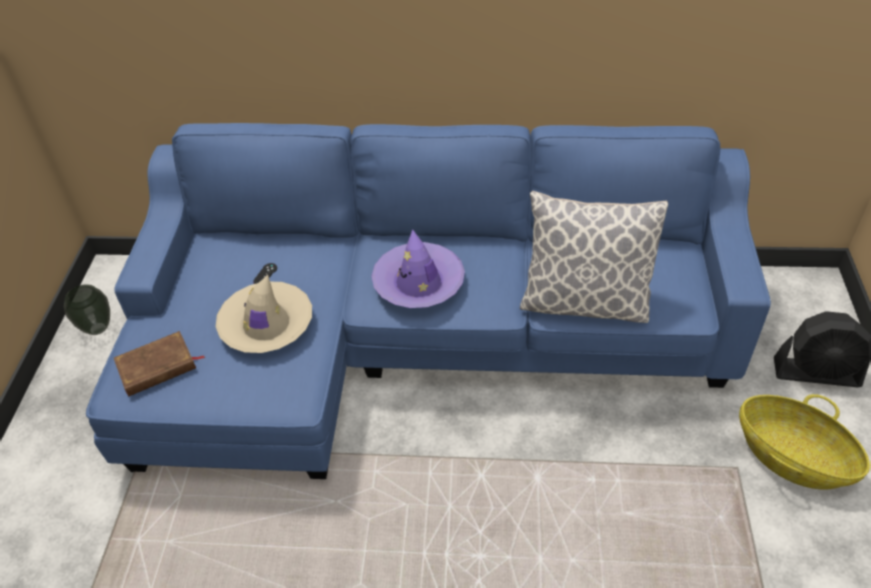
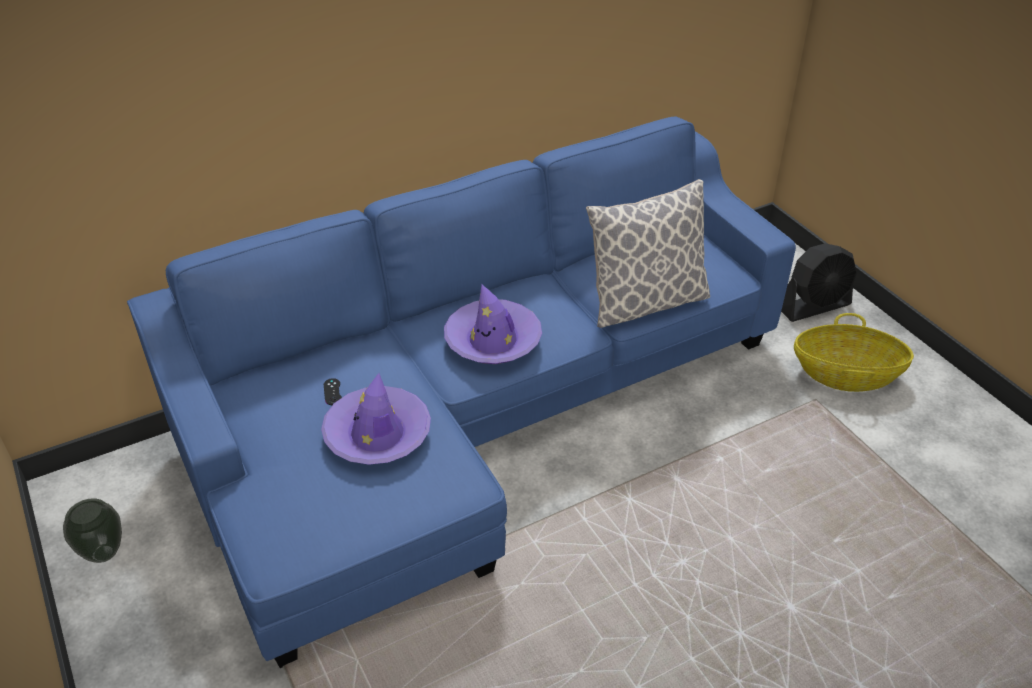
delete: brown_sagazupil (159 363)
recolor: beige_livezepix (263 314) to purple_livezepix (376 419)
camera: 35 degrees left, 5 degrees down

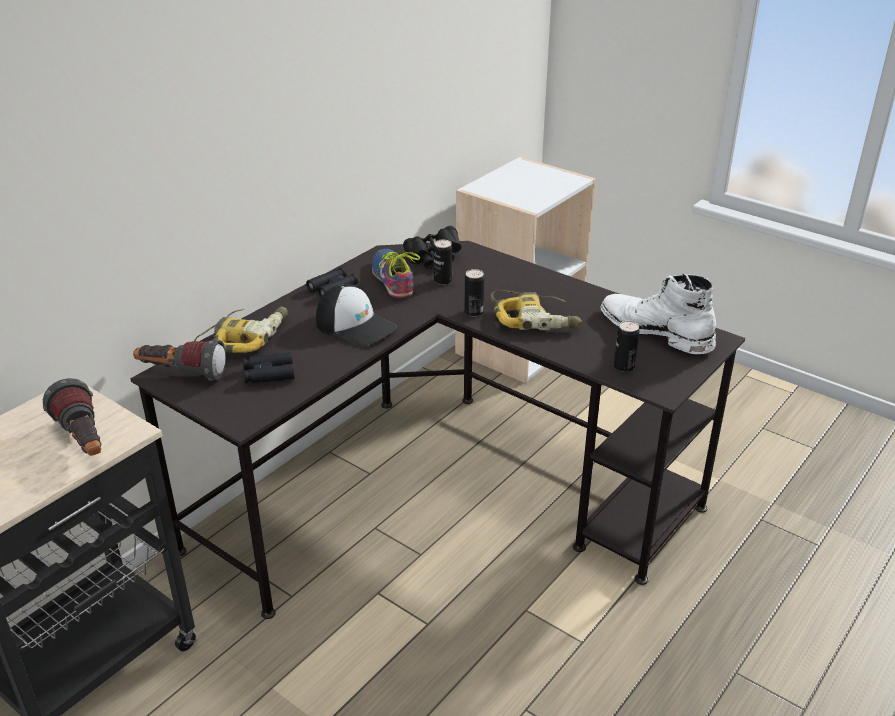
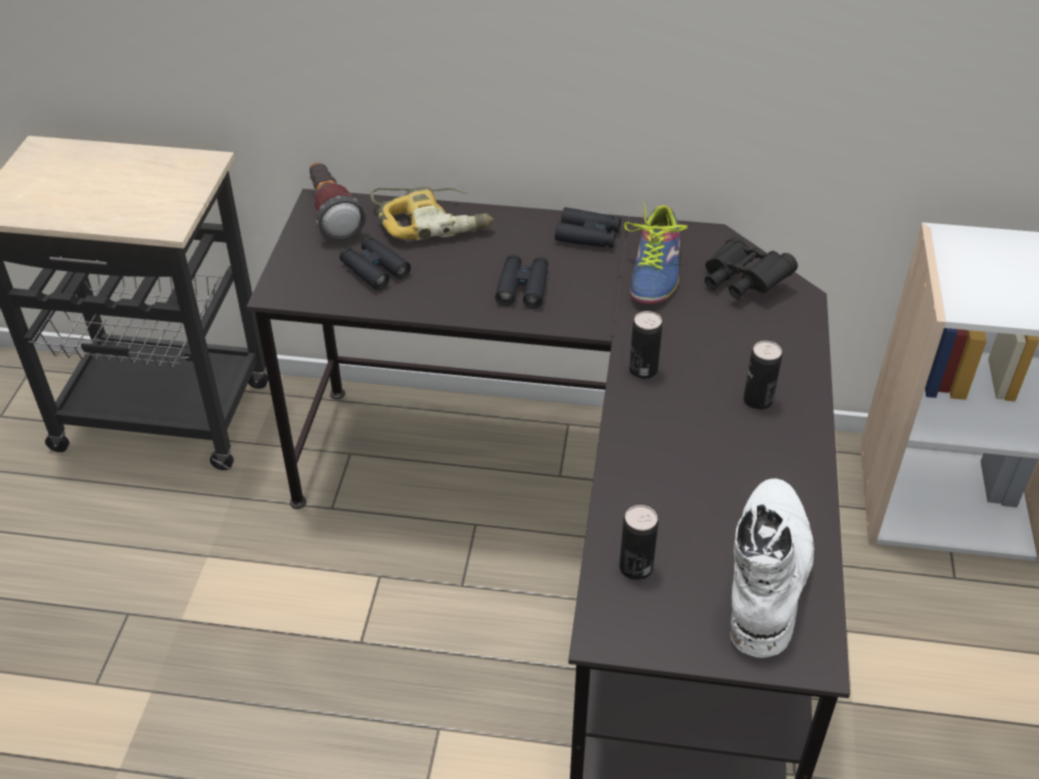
delete: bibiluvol (72 417); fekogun (536 310)
move: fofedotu (443 262) to (762 375)
replace: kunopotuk (356 315) to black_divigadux (521 281)
rotate: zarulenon (396 273) = (656 252) 150 degrees clockwise
camera: 60 degrees right, 10 degrees up

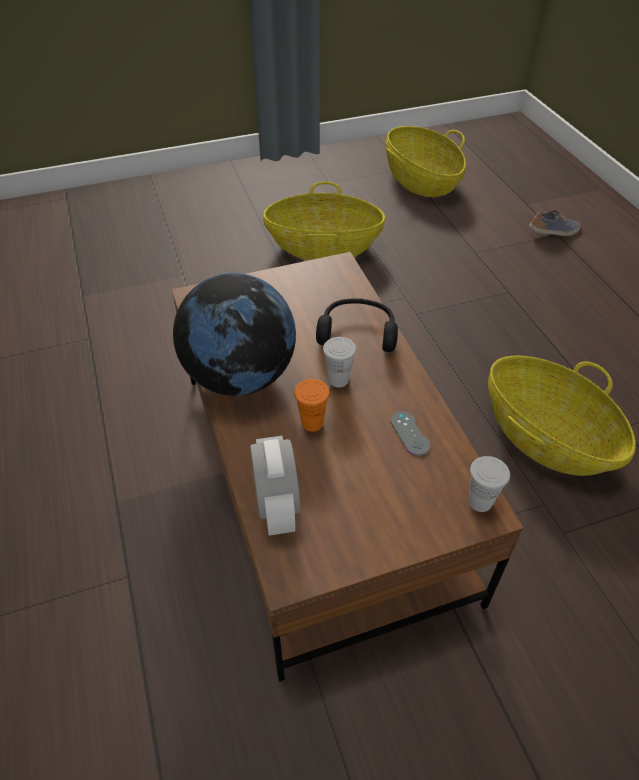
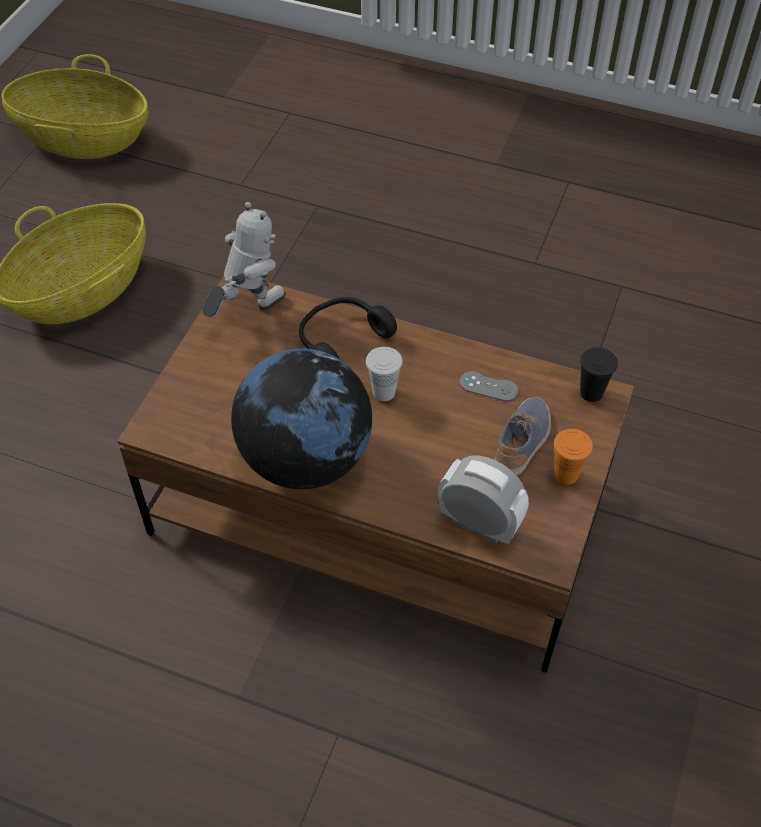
delete: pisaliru (562 416)
insert: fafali (244 259)
move: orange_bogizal (312 405) to (573 457); zarulenon (555 223) to (522 436)
recolor: white_bogizal (489 484) to black_bogizal (599 374)
camera: 50 degrees left, 5 degrees up

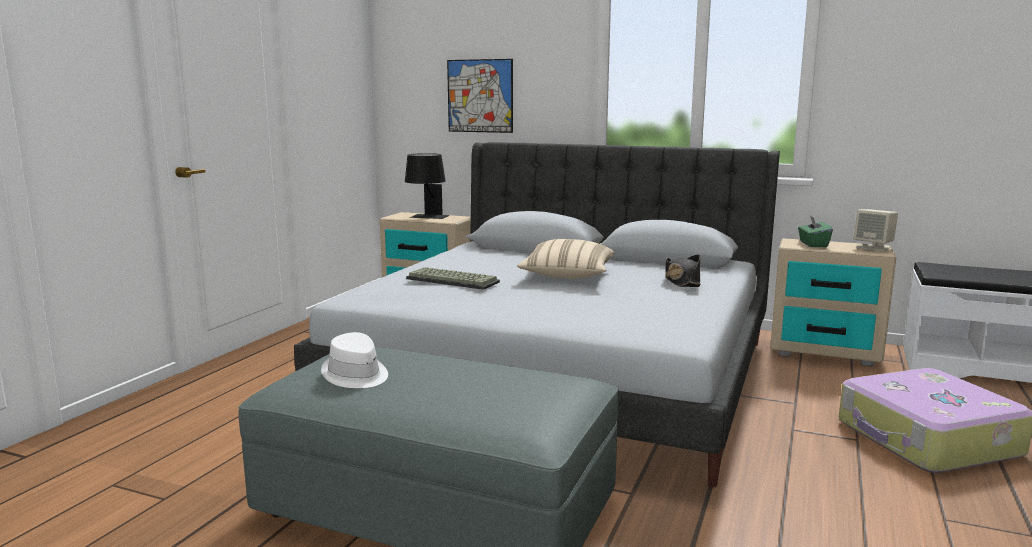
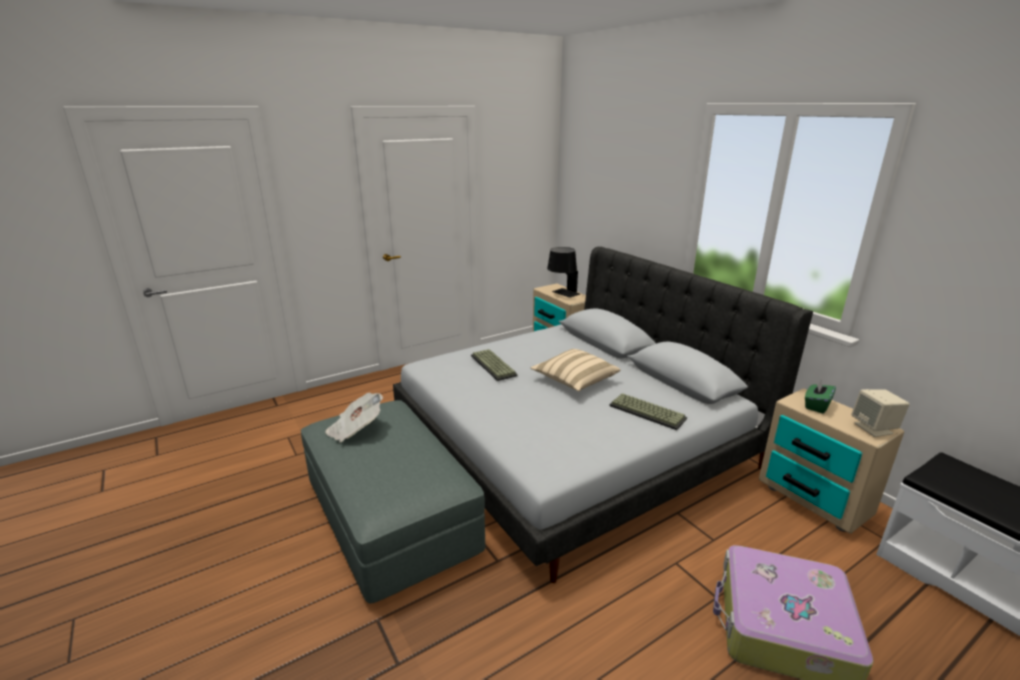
delete: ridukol (480 96)
replace: white_livezepix (354 360) to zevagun (354 418); black_livezepix (683 270) to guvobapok (648 411)
camera: 35 degrees right, 10 degrees up

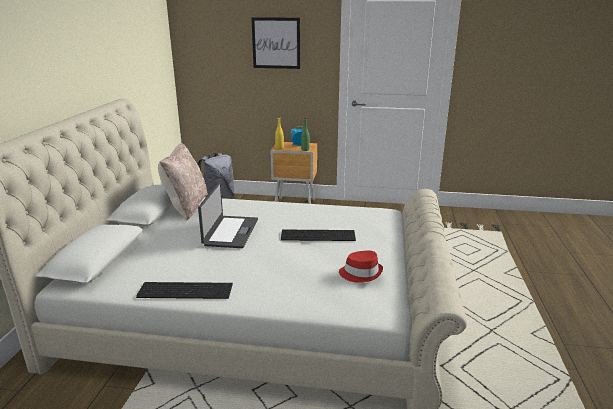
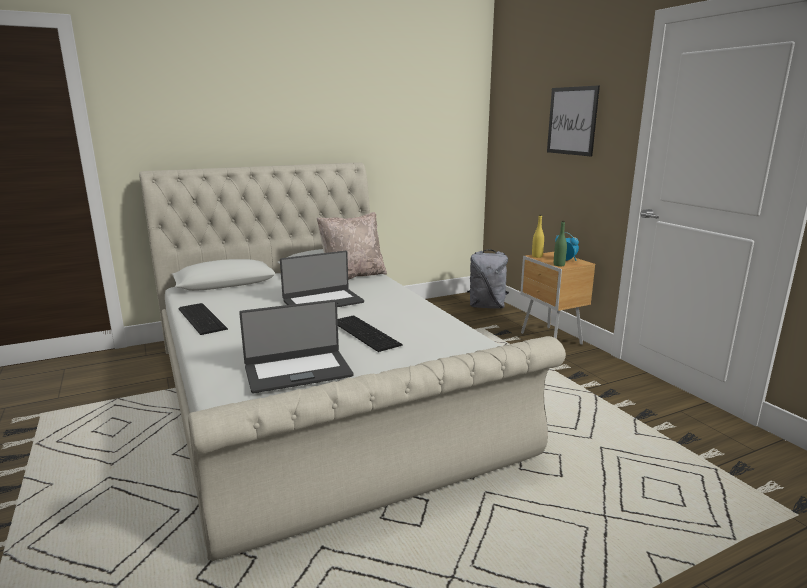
replace: red_livezepix (361 267) to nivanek (296 346)
camera: 55 degrees right, 5 degrees down

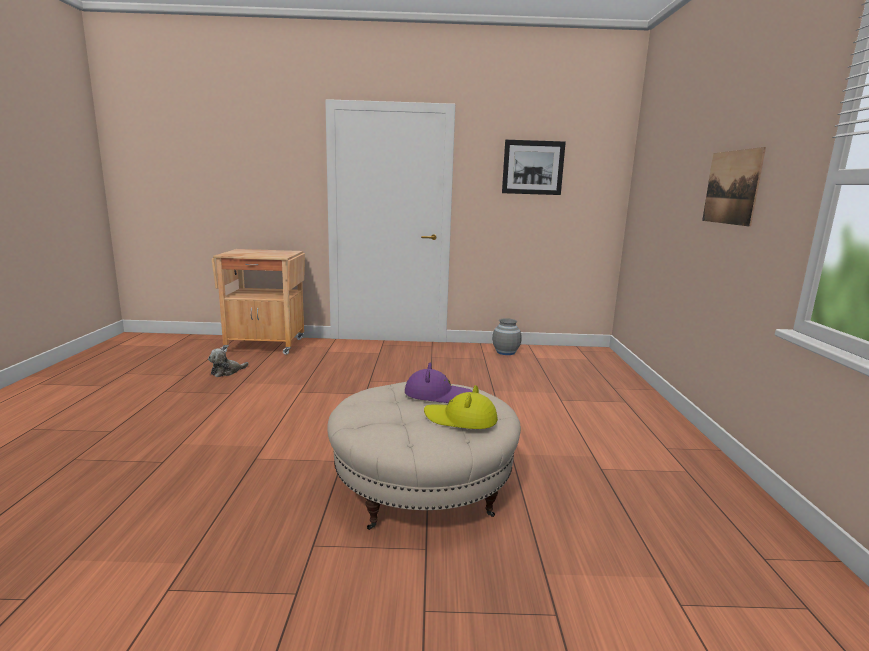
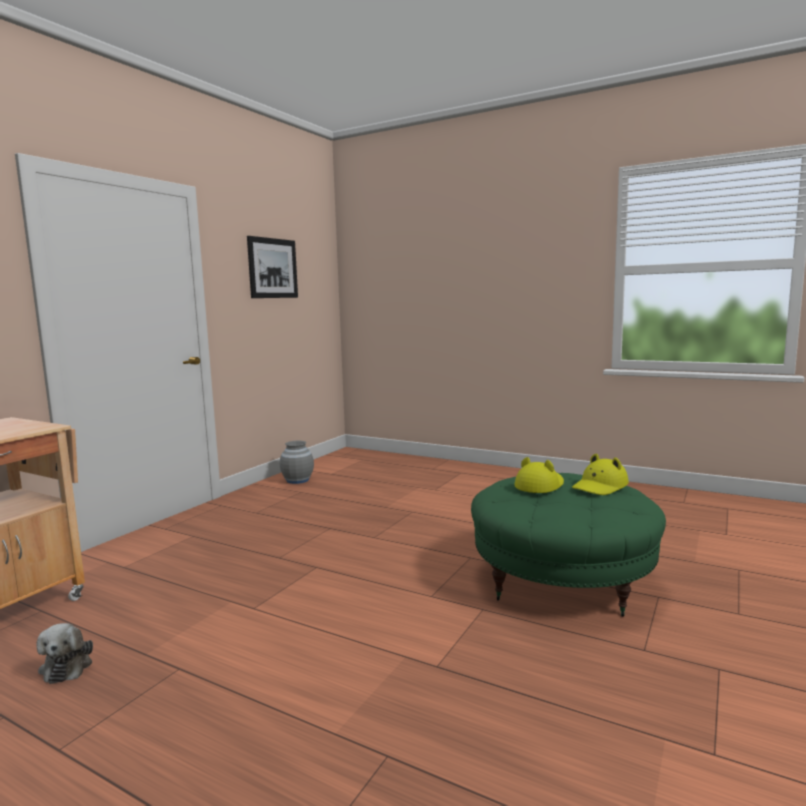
delete: ridukol (734 187)
recolor: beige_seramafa (424 456) to green_seramafa (568 545); purple_livezepix (438 383) to yellow_livezepix (539 475)
camera: 60 degrees left, 5 degrees down

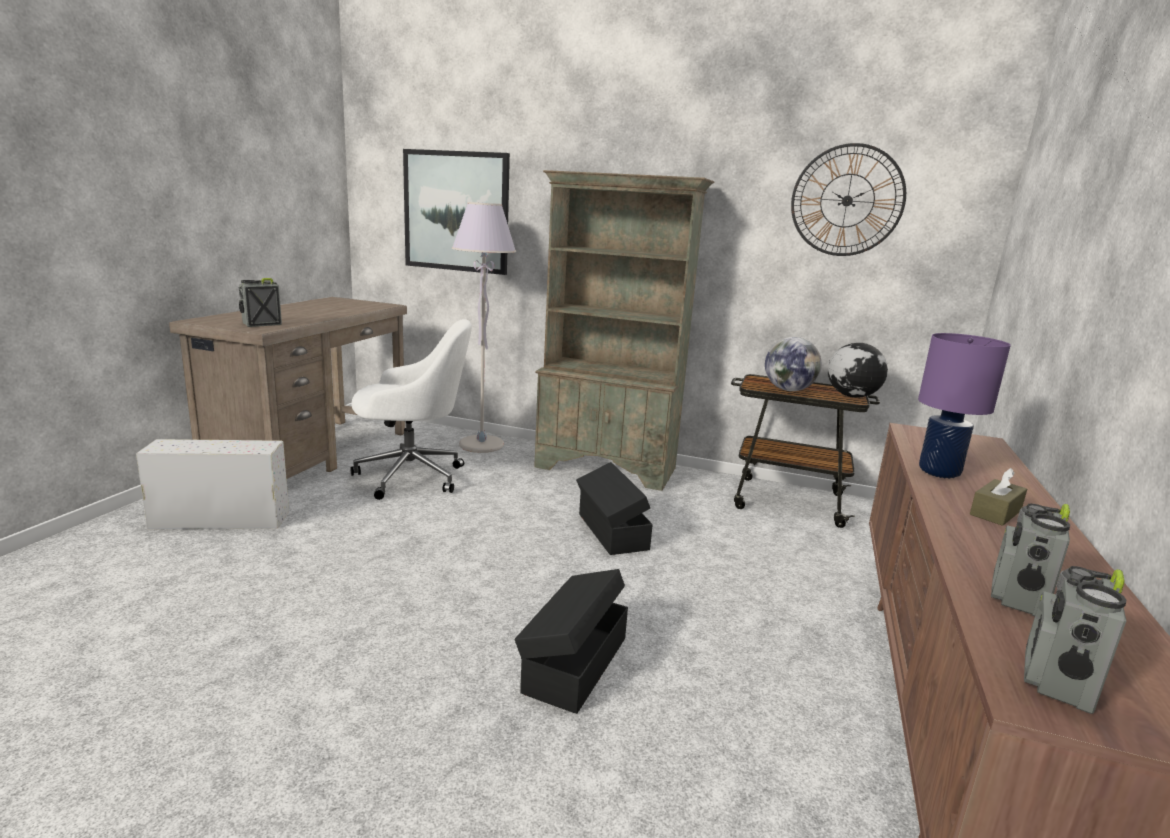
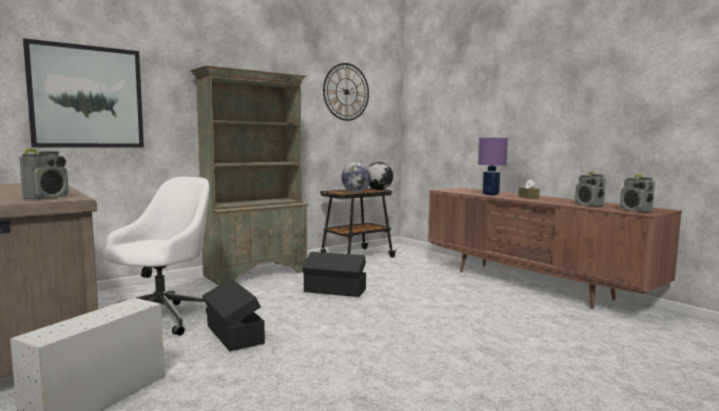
delete: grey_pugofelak (484 327)
move: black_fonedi (571 641) to (233 314)
rotate: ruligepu (260 302) = (44 174) 150 degrees counterclockwise
camera: 55 degrees left, 10 degrees down

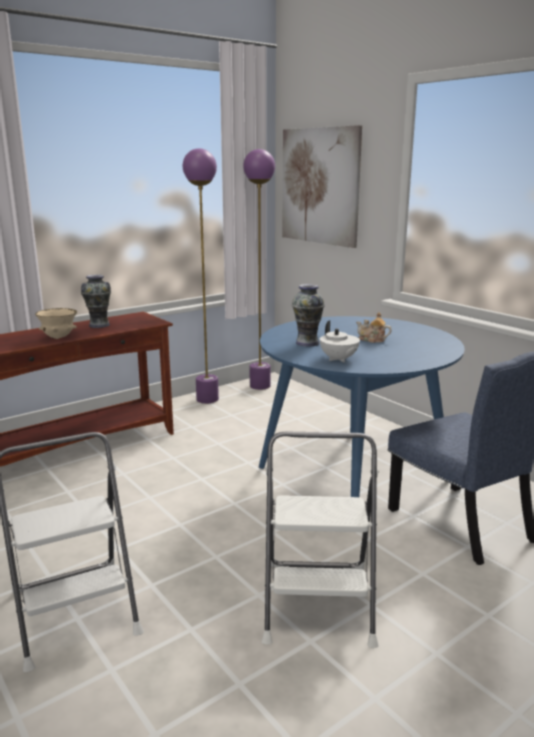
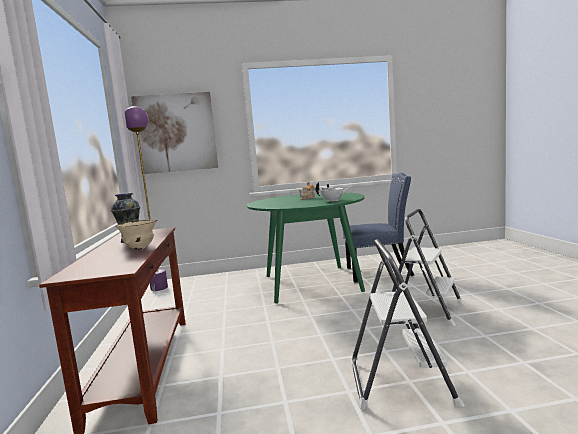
delete: purple_pugofelak (201 276); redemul (308 315)
recolor: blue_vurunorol (362 406) to green_vurunorol (306 248)
camera: 60 degrees left, 10 degrees down

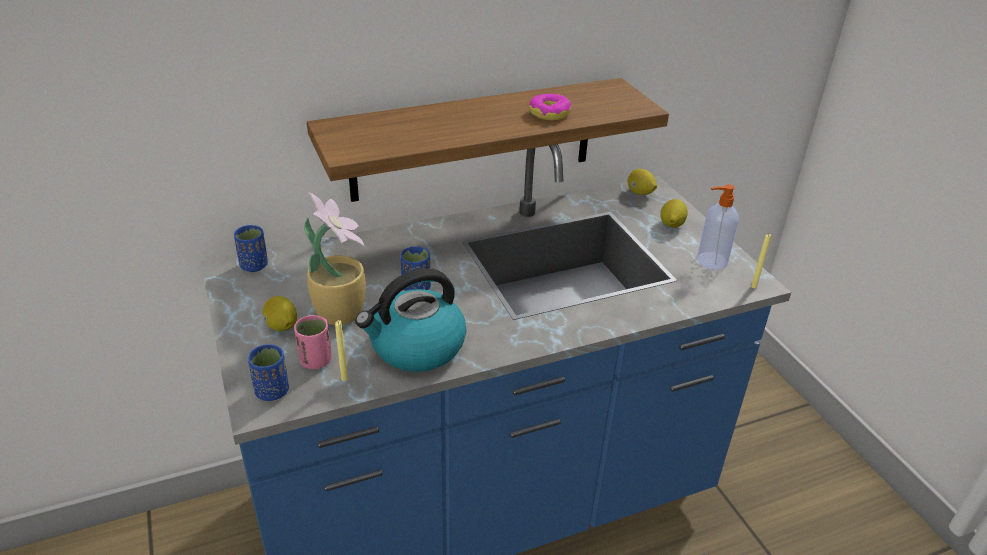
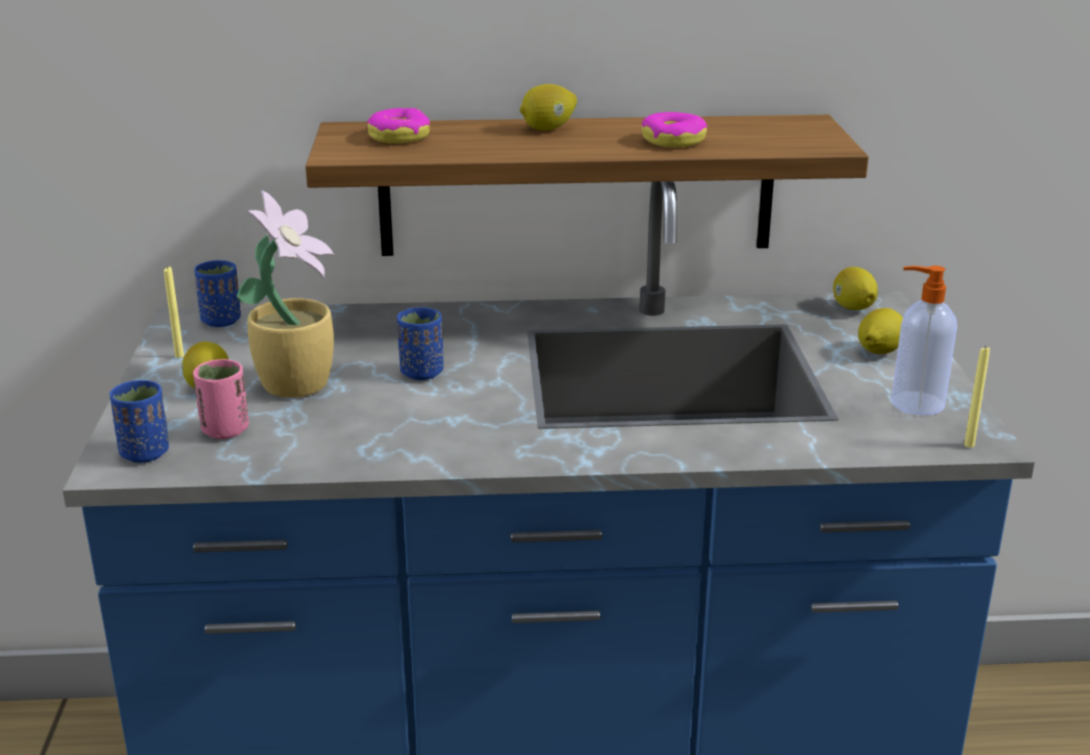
delete: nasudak (410 320)
insert: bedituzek (398 125); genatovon (548 107)
move: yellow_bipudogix (341 350) to (174 312)
camera: 20 degrees right, 10 degrees down

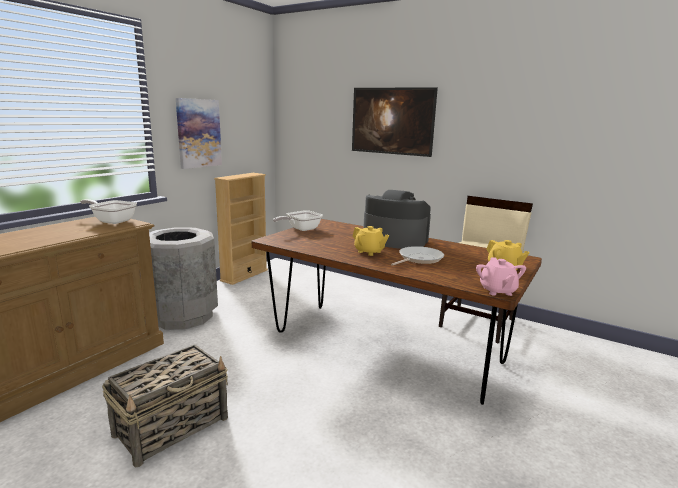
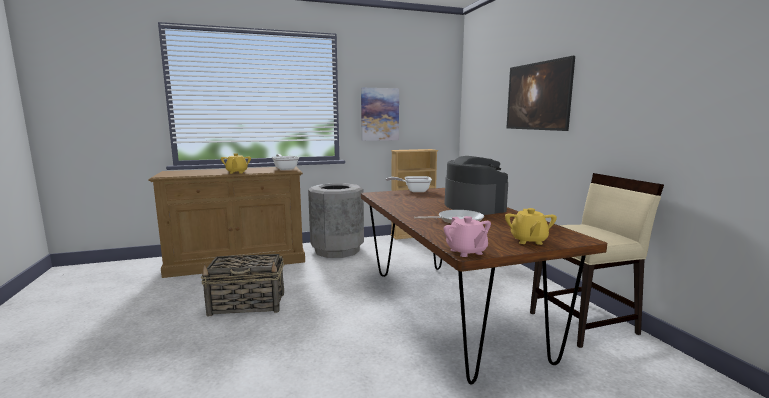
move: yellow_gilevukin (371 241) to (236 163)
rotate: pink_gilevukin (501 276) = (467 236) 60 degrees counterclockwise
camera: 40 degrees right, 5 degrees down

